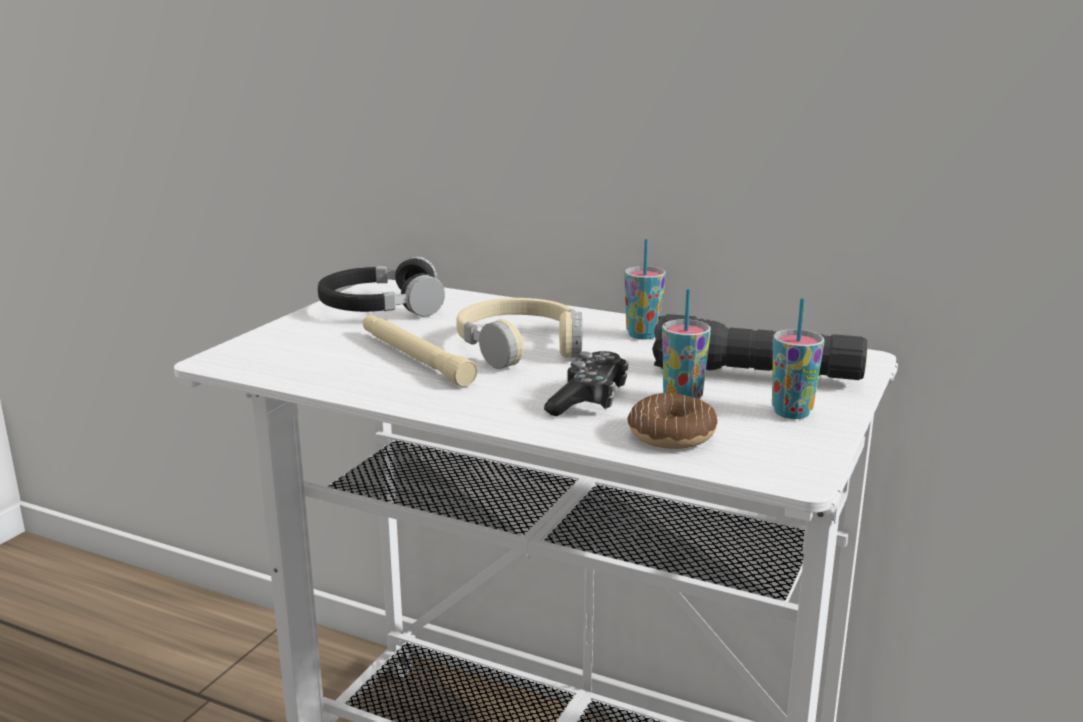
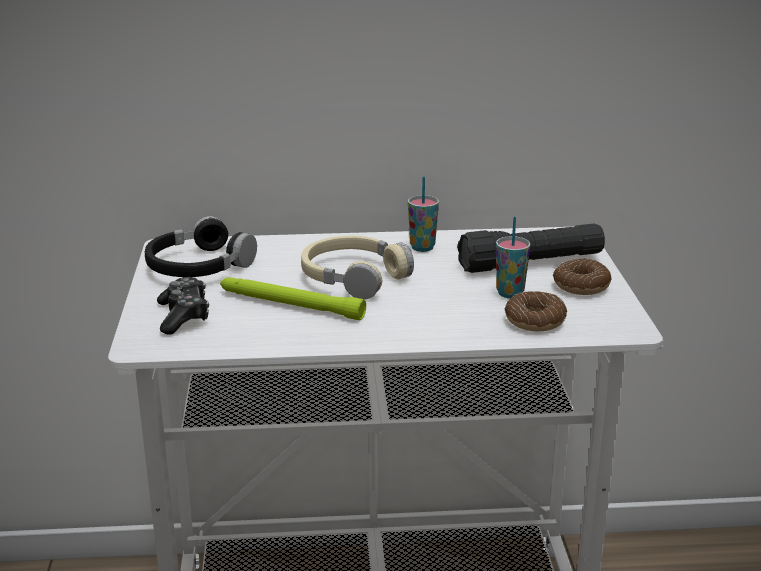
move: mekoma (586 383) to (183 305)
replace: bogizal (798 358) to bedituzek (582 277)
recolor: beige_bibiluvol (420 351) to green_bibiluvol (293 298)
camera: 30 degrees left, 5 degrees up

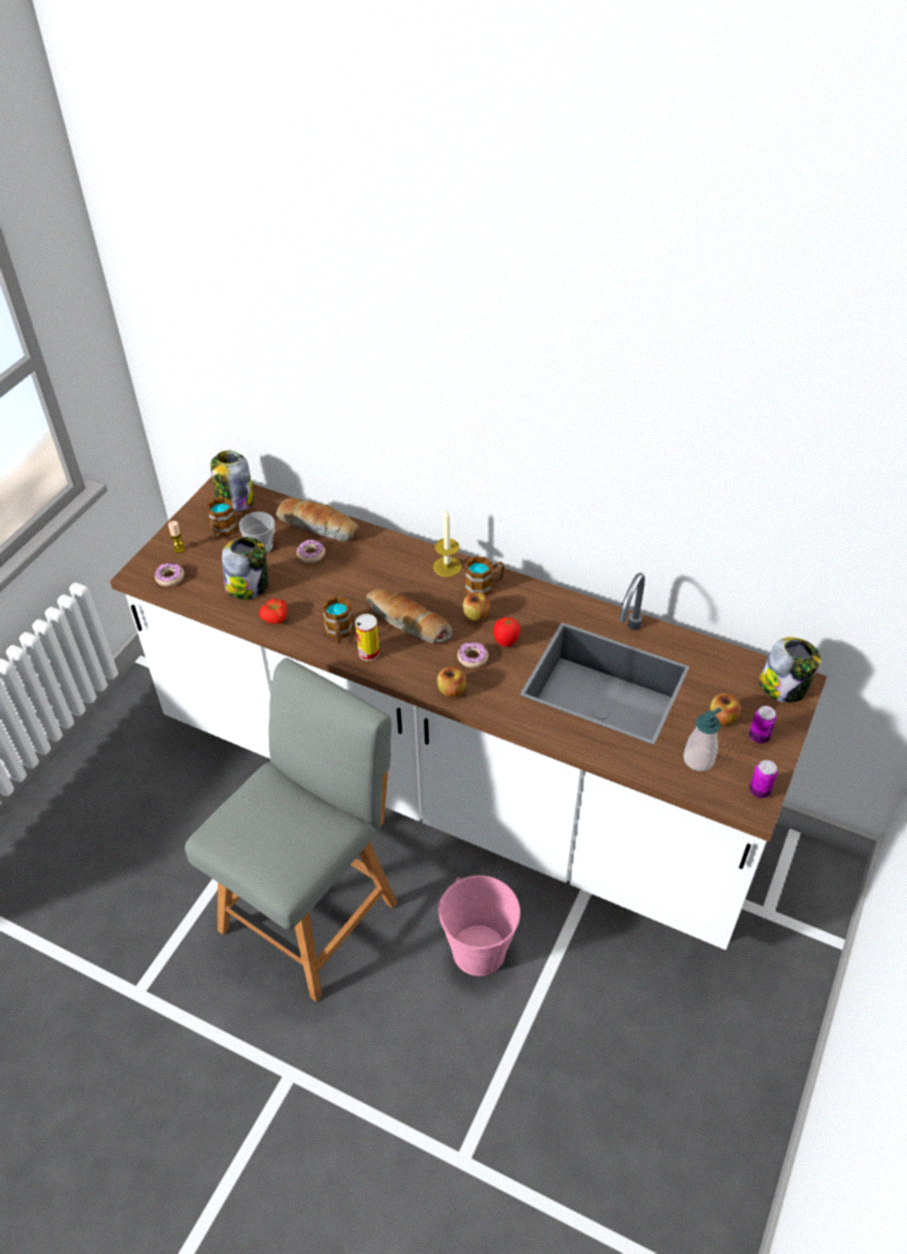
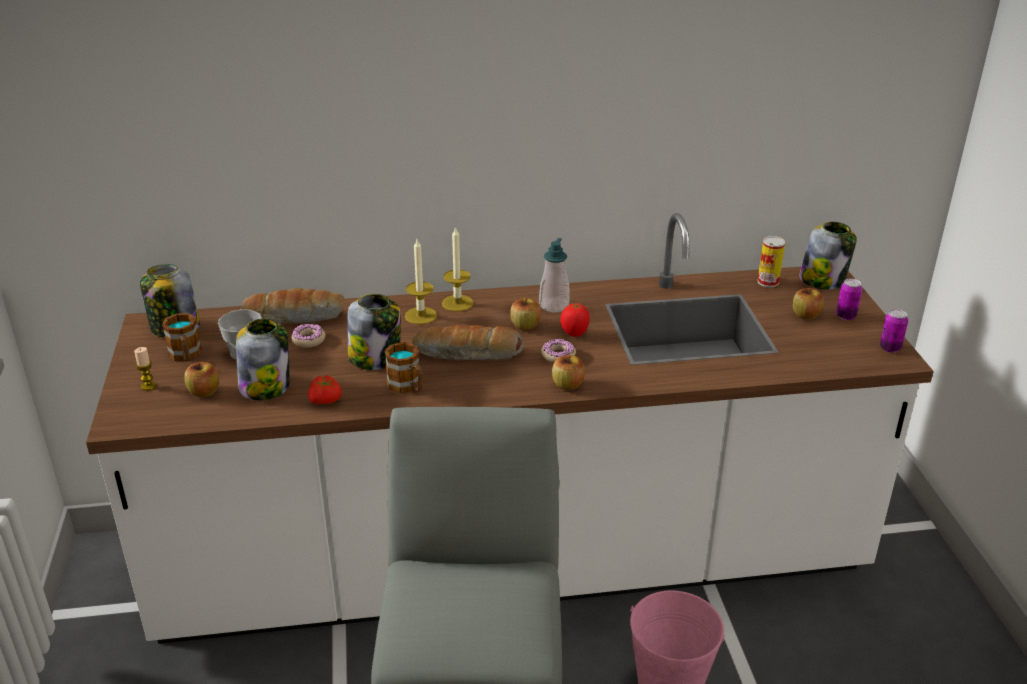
delete: bedituzek (169 574); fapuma (484 576)
insert: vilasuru (201 379); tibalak (374 332); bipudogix (421 281)
move: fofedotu (367 637) to (771 261); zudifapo (702 739) to (554 275)
camera: 35 degrees left, 15 degrees down

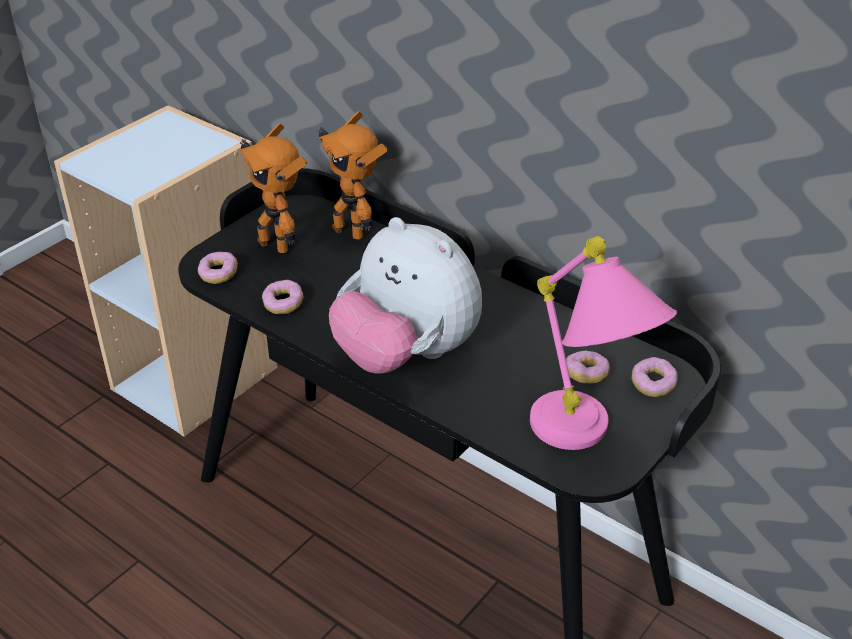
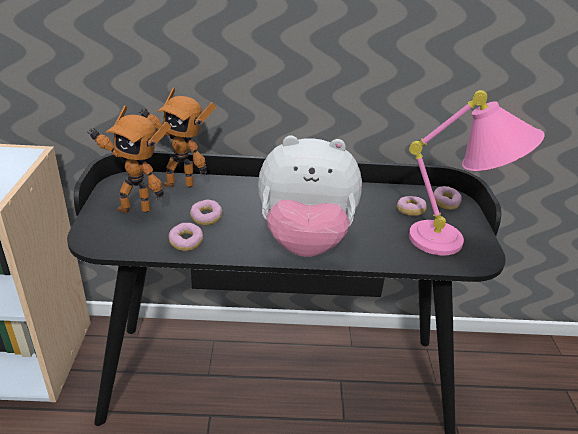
move: bedituzek (218 268) to (206 212)
camera: 40 degrees left, 5 degrees down

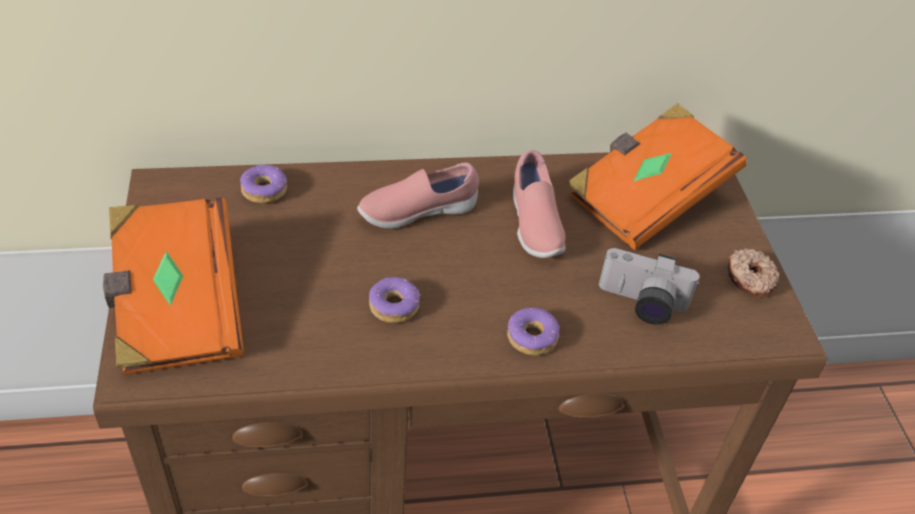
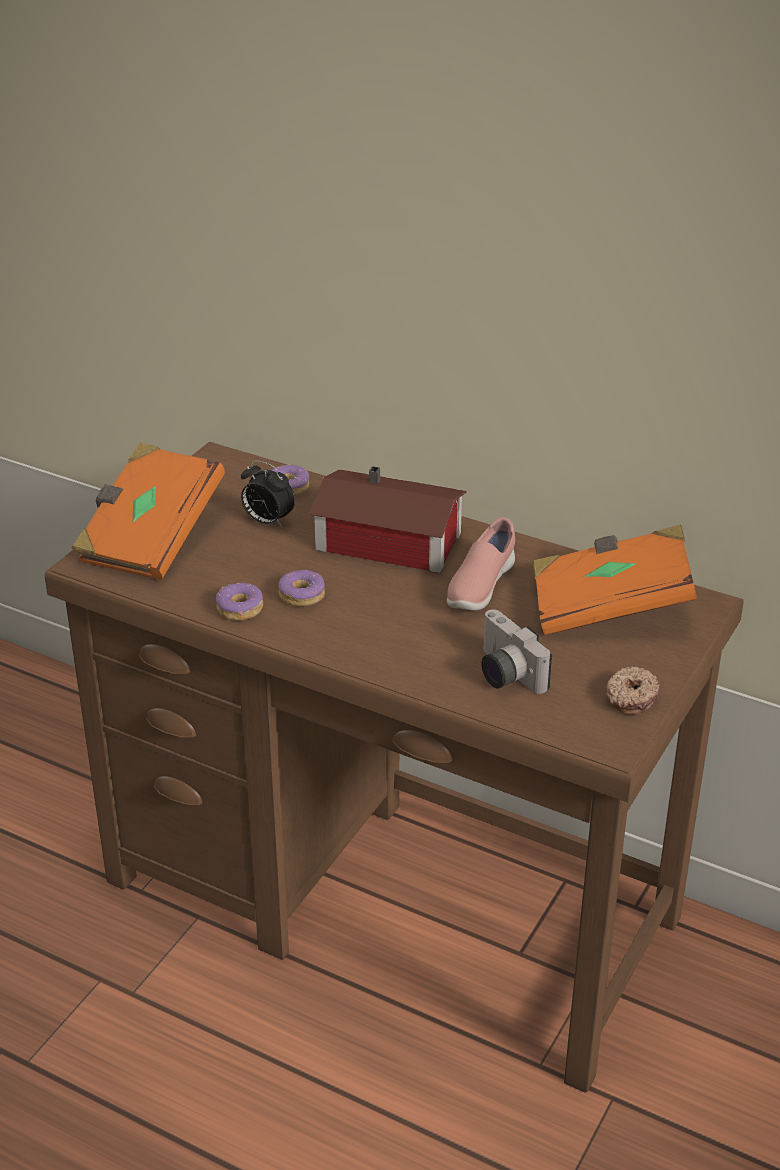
insert: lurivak (268 493)
move: bedituzek (533 331) to (239 602)
replace: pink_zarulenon (418 195) to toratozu (388 519)
camera: 40 degrees right, 10 degrees down

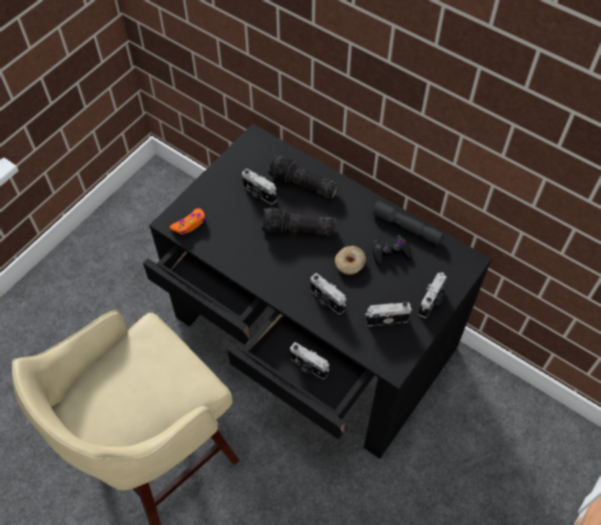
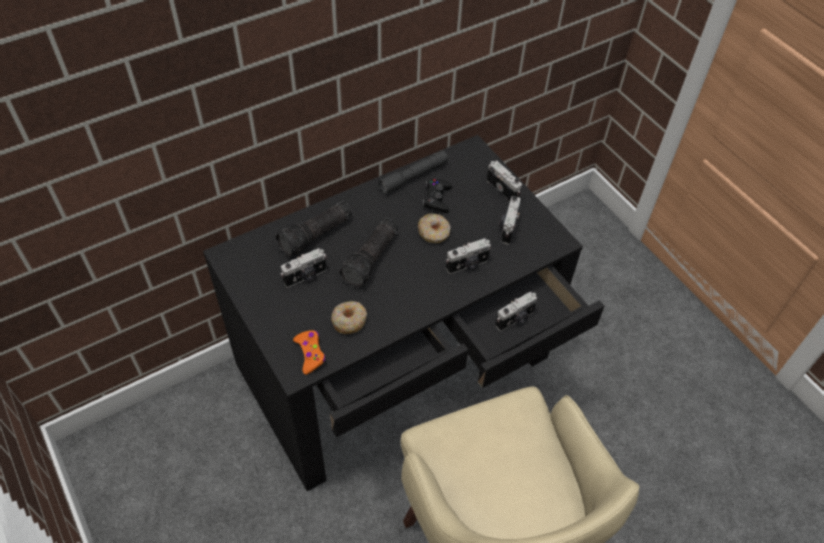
insert: bedituzek (349 317)
camera: 70 degrees left, 5 degrees down

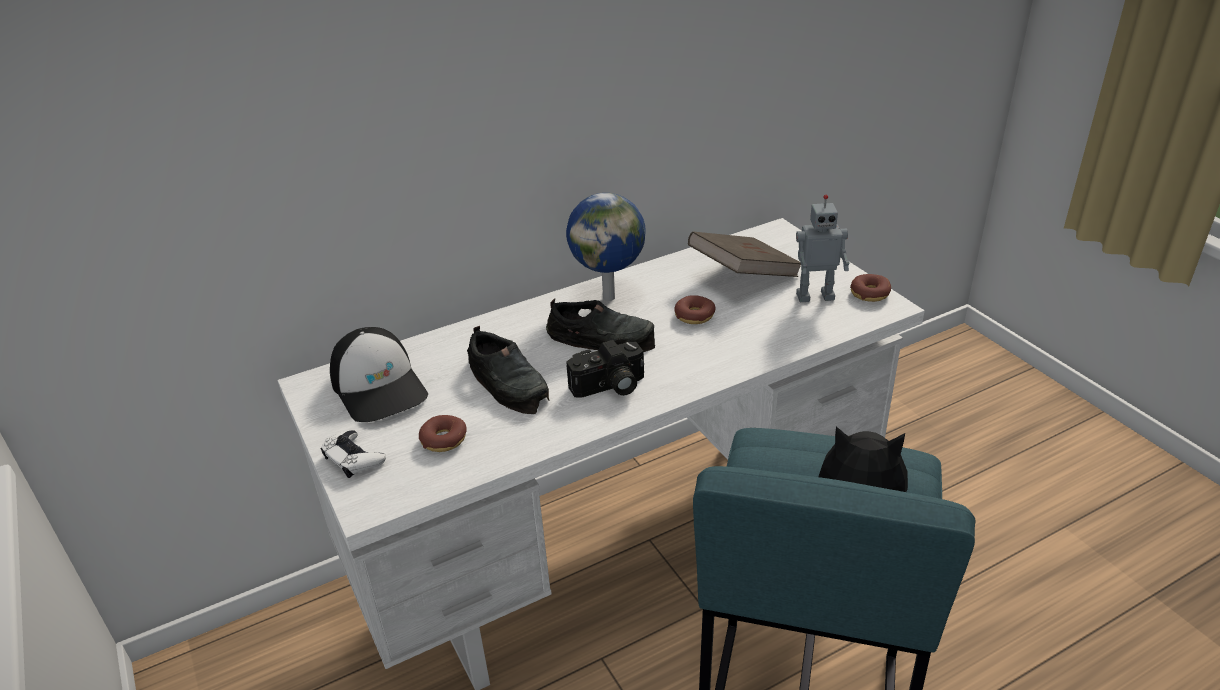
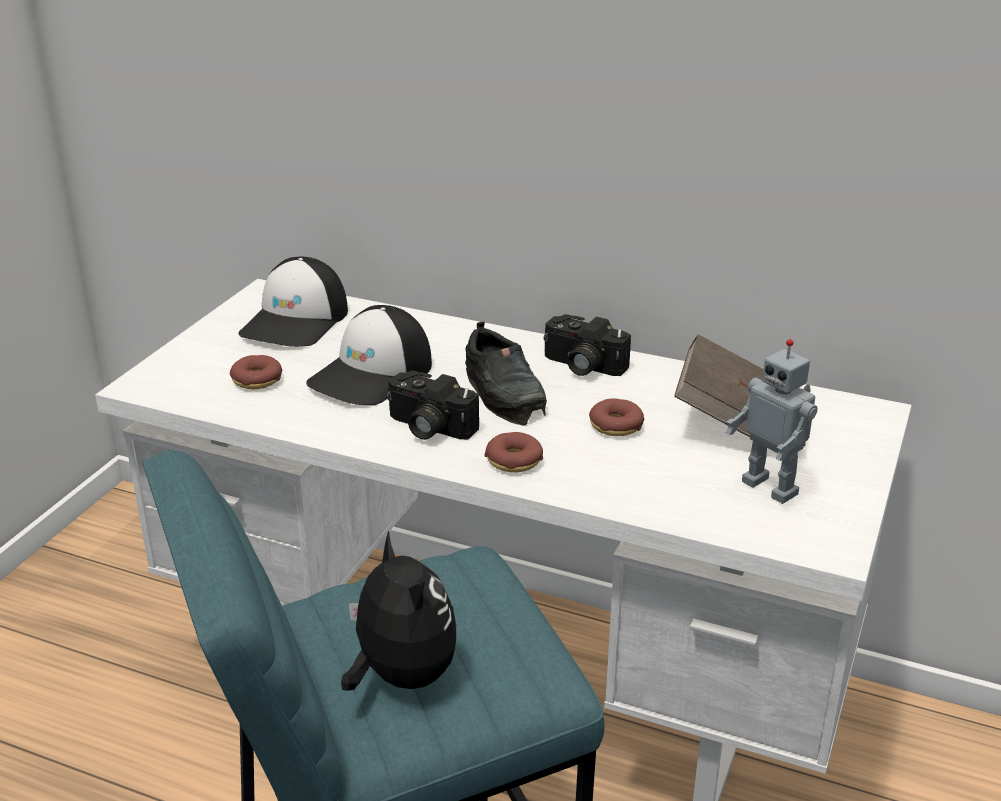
delete: white_mekoma (353 454)
move: bedituzek (870 288) to (513 452)
replace: black_zarulenon (508 370) to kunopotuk (369 355); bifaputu (606 247) to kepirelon (587 345)
camera: 50 degrees right, 5 degrees down

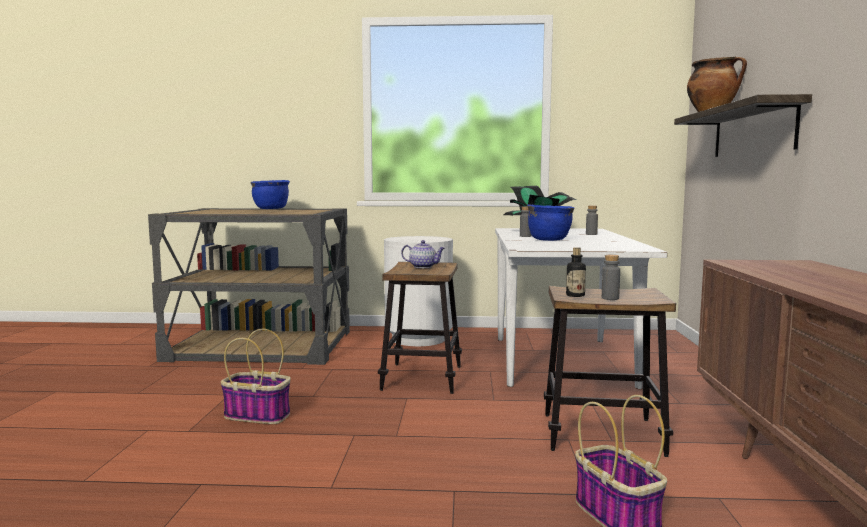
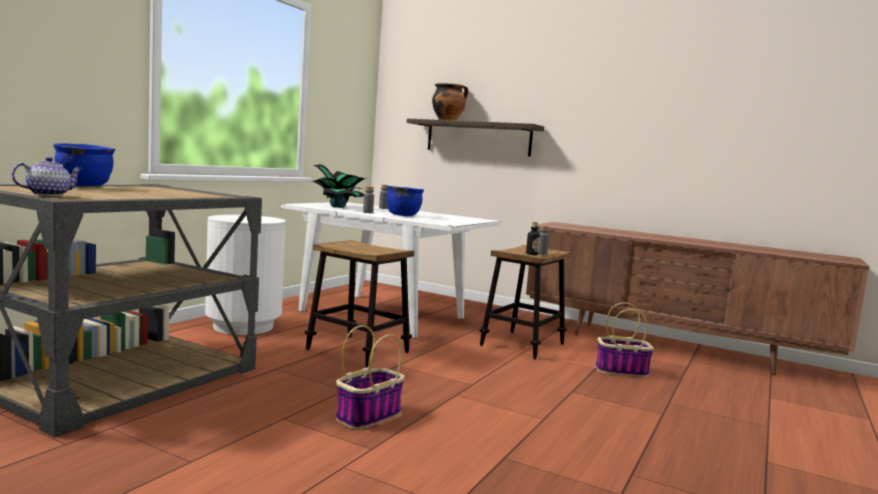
move: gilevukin (423 254) to (47 176)
camera: 65 degrees left, 0 degrees up

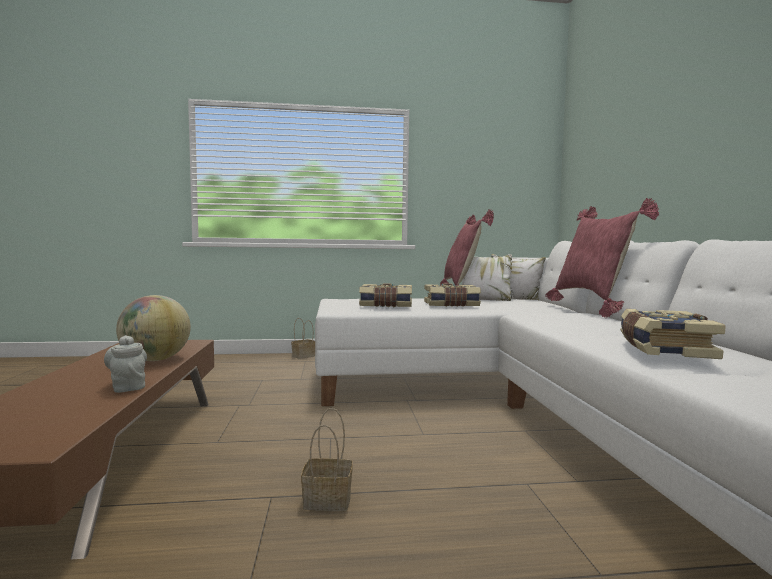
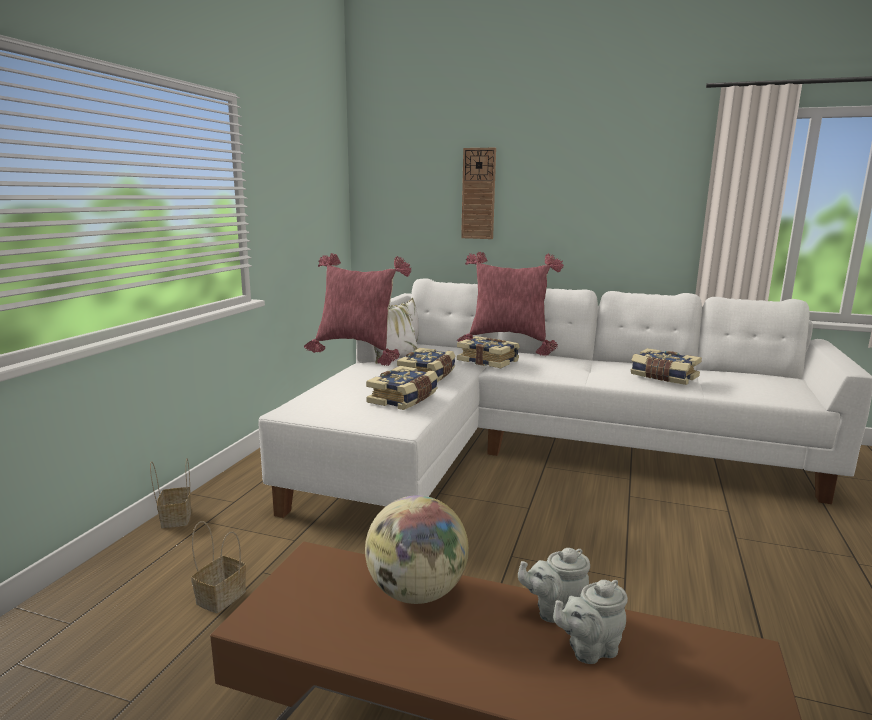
insert: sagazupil (488 352); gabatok (478 193); grey_gilevukin (590 622)
move: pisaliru (327 459) to (218 567)
camera: 65 degrees left, 10 degrees up

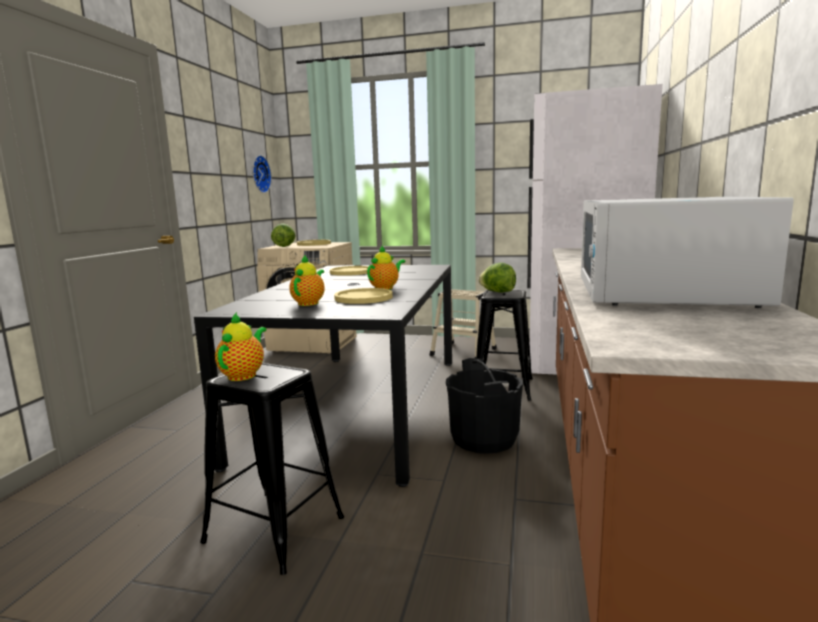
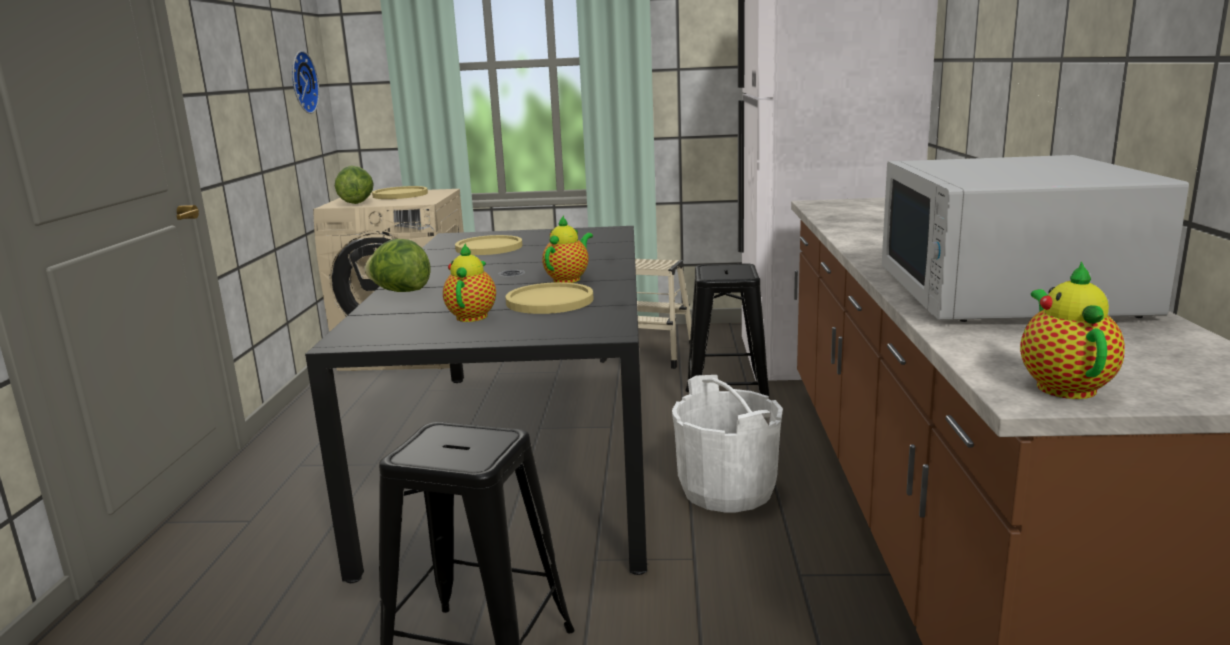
move: gilevukin (241 346) to (1072 330); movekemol (497 277) to (397 265)
recolor: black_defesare (484 406) to white_defesare (727 444)
camera: 10 degrees left, 5 degrees up

